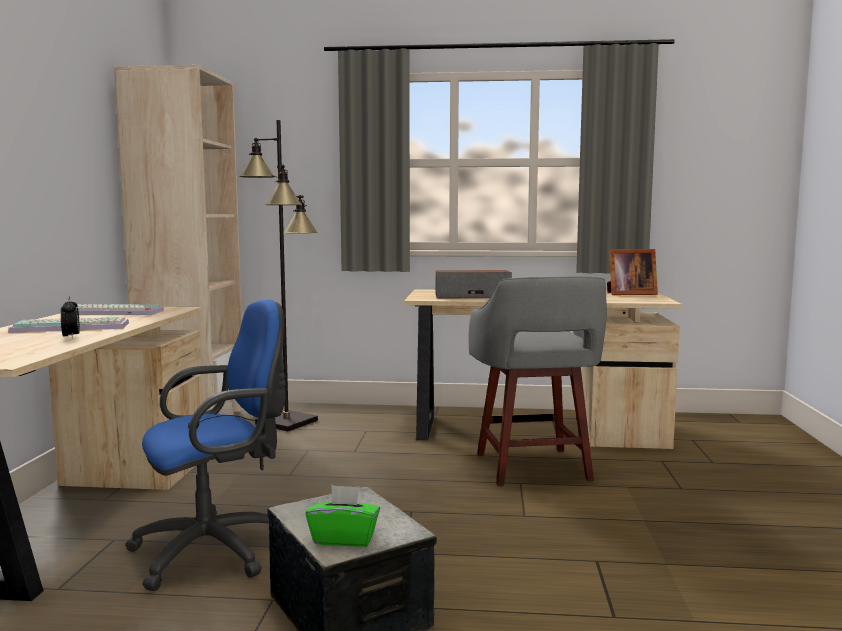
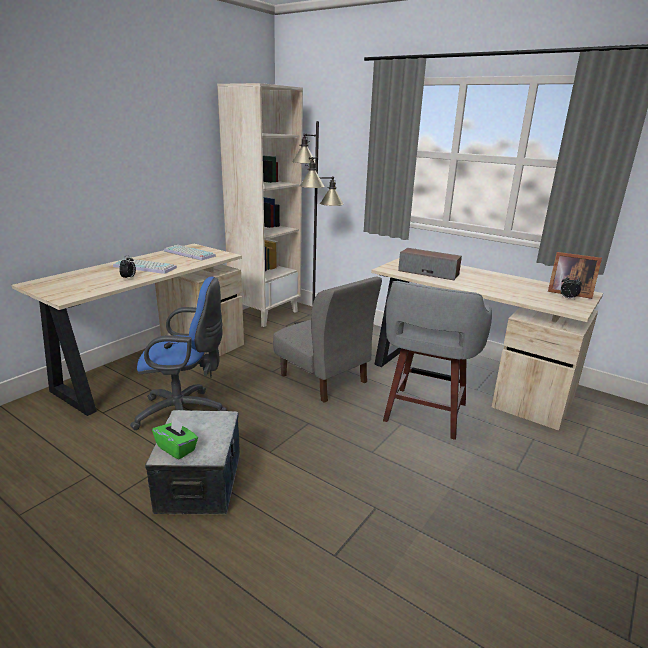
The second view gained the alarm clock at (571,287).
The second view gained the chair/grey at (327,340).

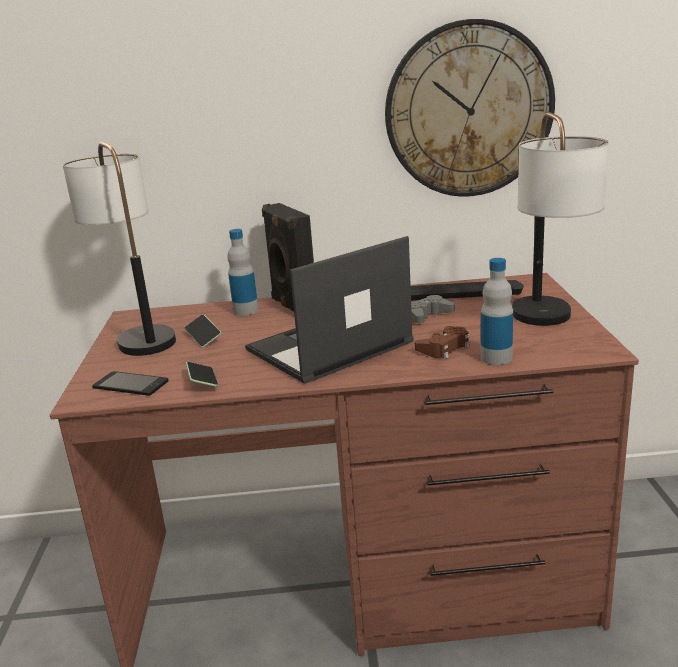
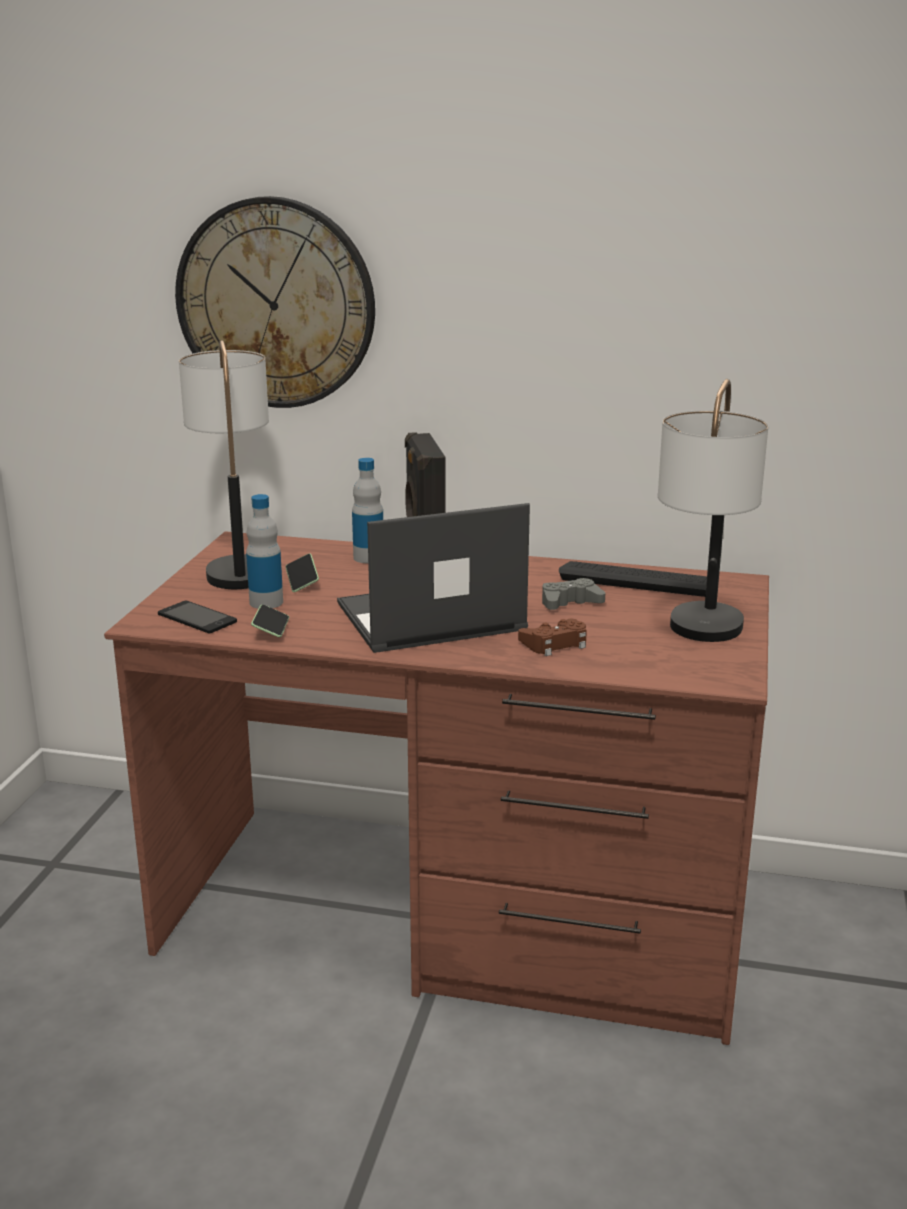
The wall clock ended up elsewhere, having gone from (470,108) to (275,302).
The bottle ended up elsewhere, having gone from (497,311) to (264,551).

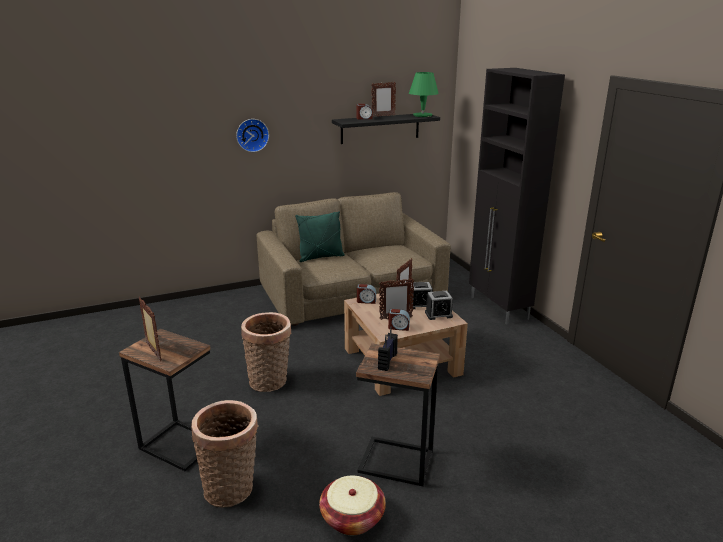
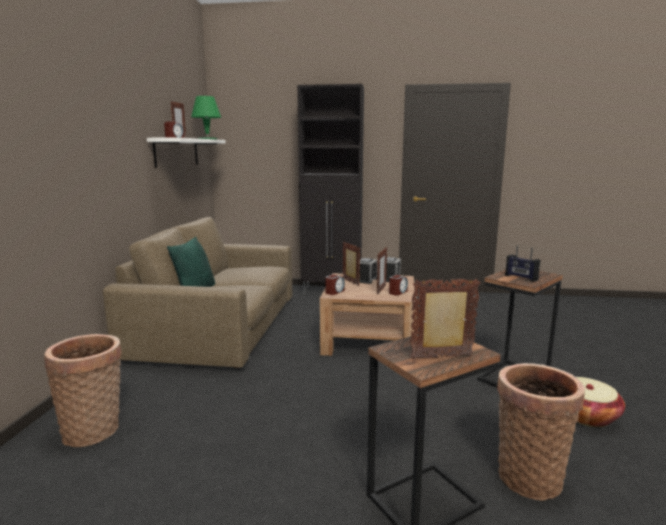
What was the shelf/black at (386,129) turned into the shelf/white at (186,153).
The second view lost the wall clock at (252,135).
The basket ended up elsewhere, having gone from (266,352) to (83,390).

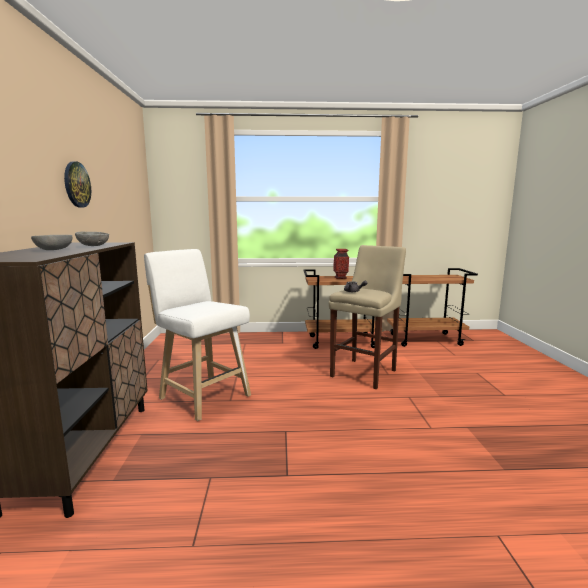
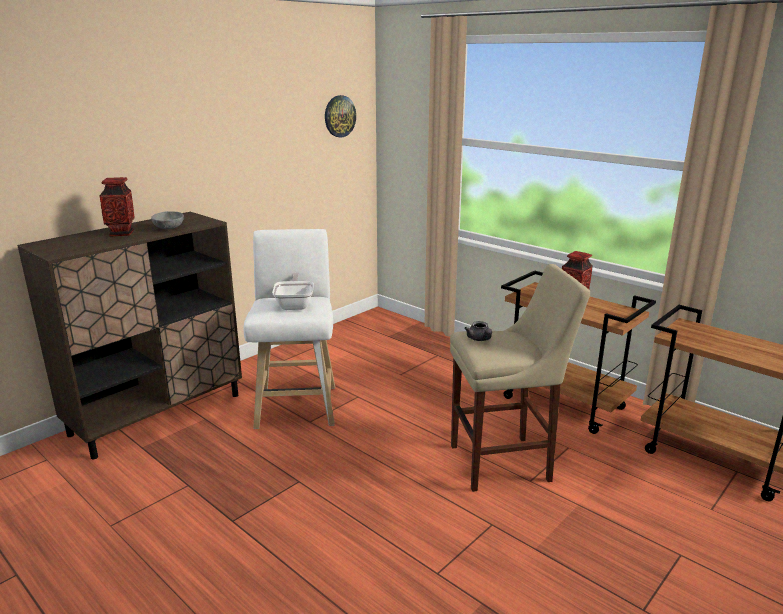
The wall clock ended up elsewhere, having gone from (77,184) to (340,116).
Where the bowl/grey stood at (51,242), the vase came to stand at (117,206).
The second view gained the frying pan at (293,291).

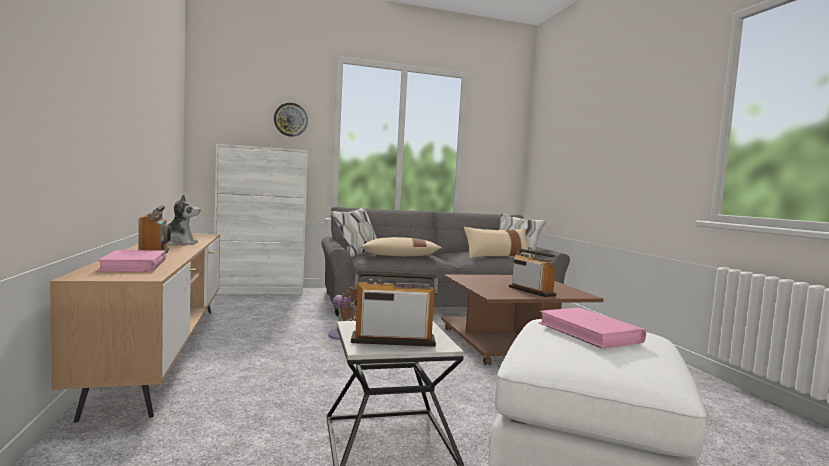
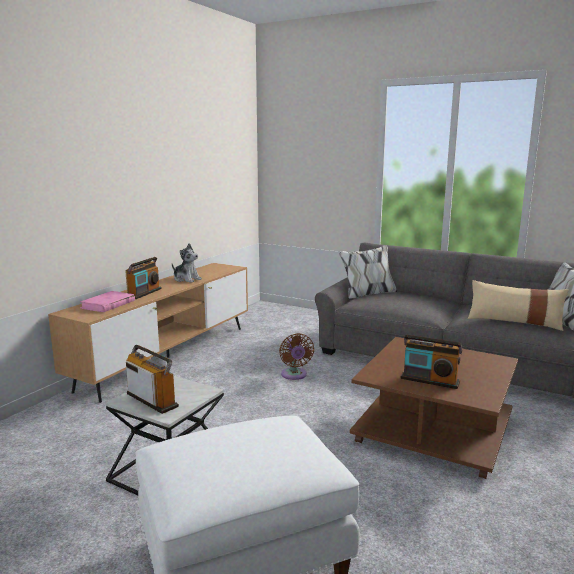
The second view lost the wall clock at (291,120).
The second view lost the cabinet/white at (261,218).
The second view lost the pillow/beige at (401,246).
The radio at (533,273) ended up facing another way, 105 degrees clockwise from before.
The second view lost the book/pink at (592,328).

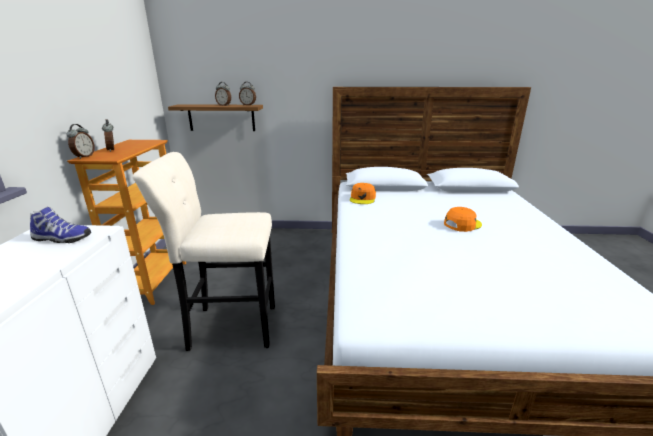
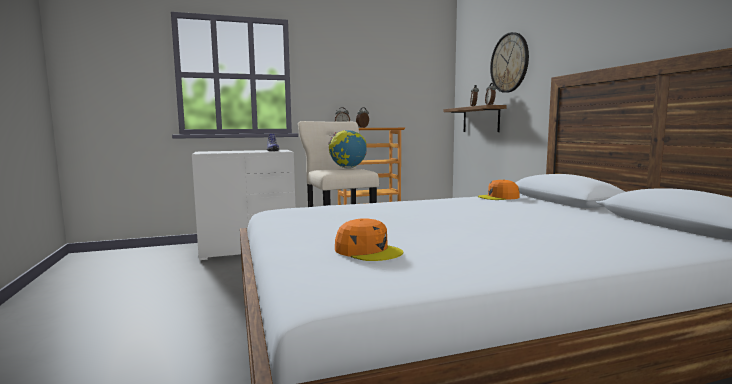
The cap/orange ended up elsewhere, having gone from (463,219) to (369,240).
The second view gained the wall clock at (509,62).
The second view gained the globe at (347,149).

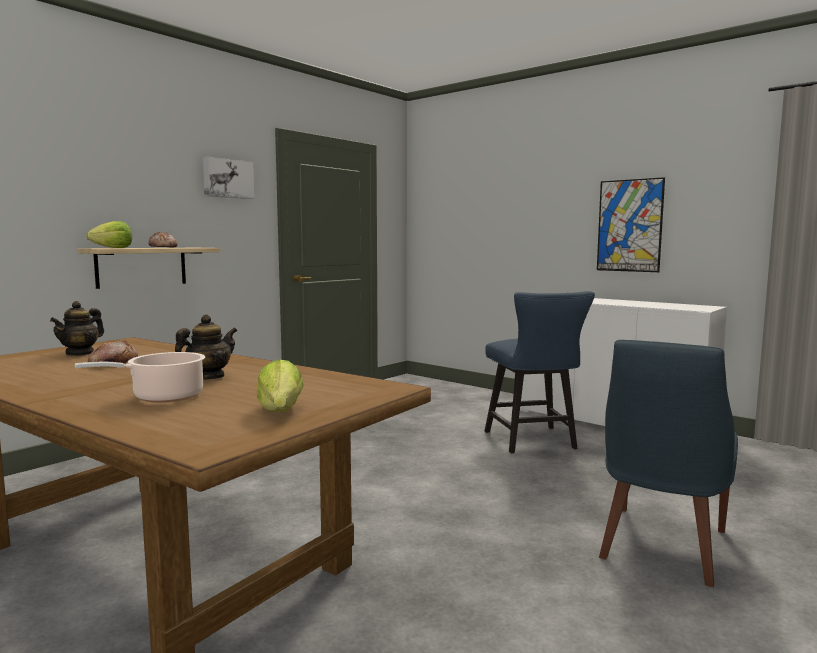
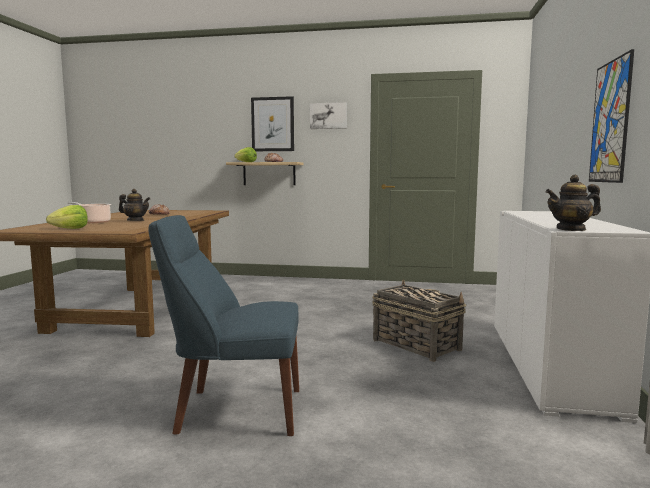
Where the chair/blue stood at (540,372), the basket came to stand at (419,320).
The teapot ended up elsewhere, having gone from (77,328) to (573,203).
The second view gained the picture at (272,123).

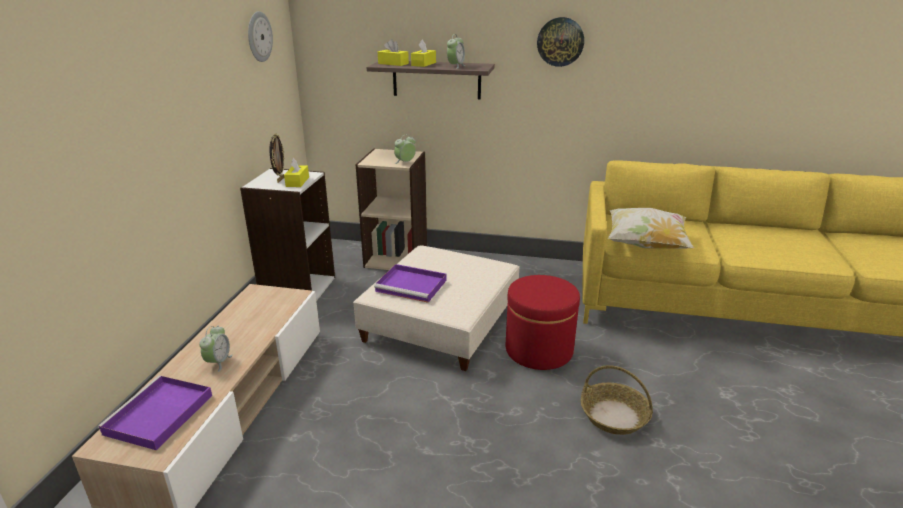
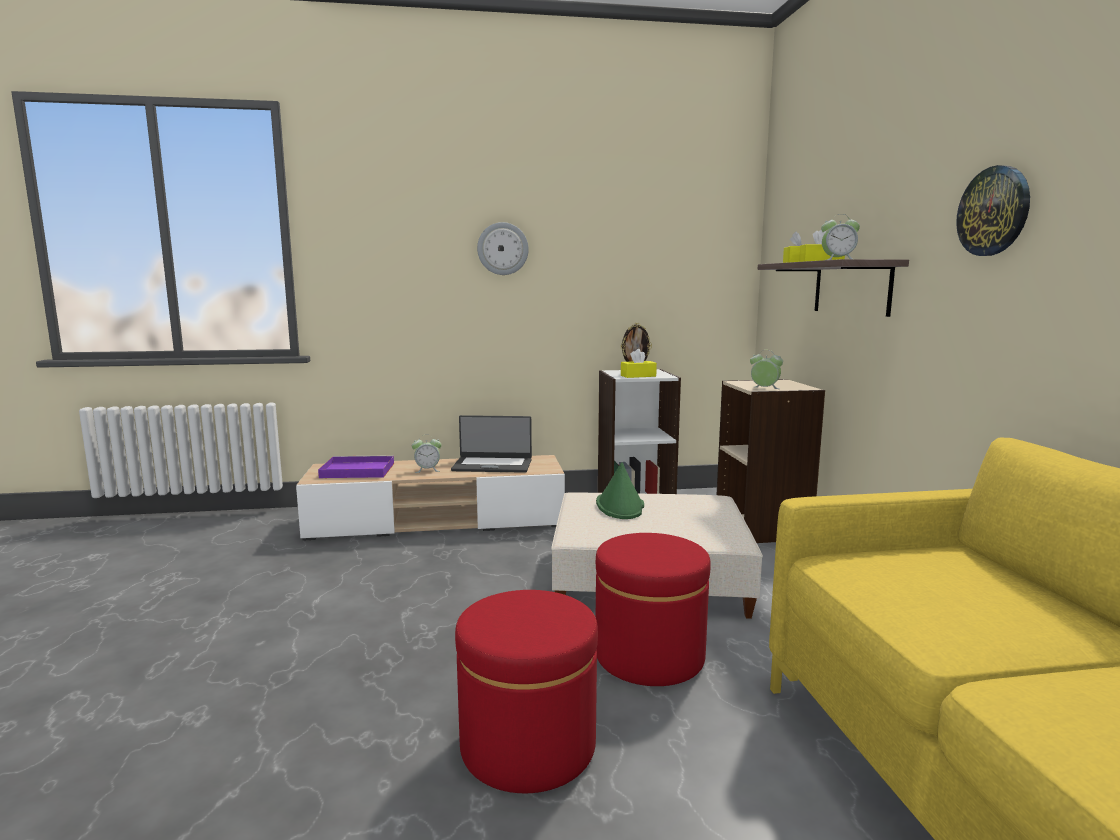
The wall clock ended up elsewhere, having gone from (260,36) to (503,248).
The second view lost the pillow at (651,228).
Where the tray/purple stood at (410,283), the hat/green came to stand at (620,490).
Where the basket stood at (617,400), the ottoman/red came to stand at (526,691).
The second view gained the laptop at (491,444).

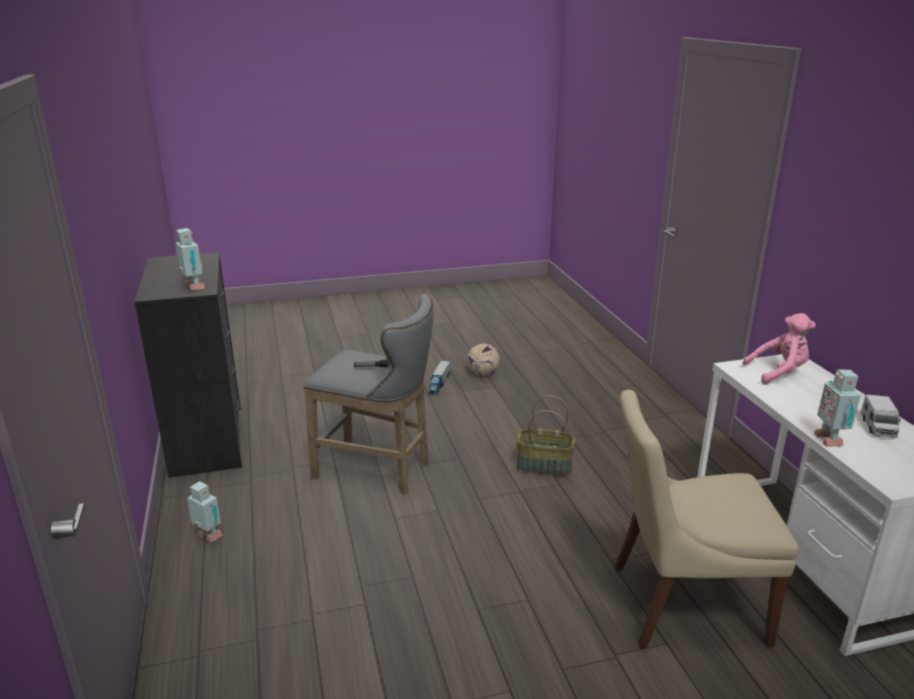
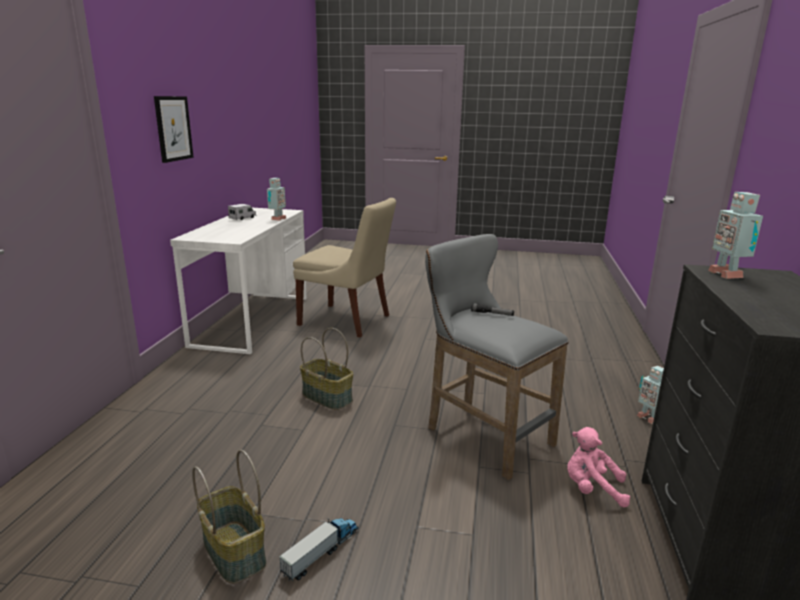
The plush toy/pink ended up elsewhere, having gone from (779,349) to (598,467).
Where the football stood at (483,359), the basket came to stand at (229,517).
The second view gained the picture at (174,129).

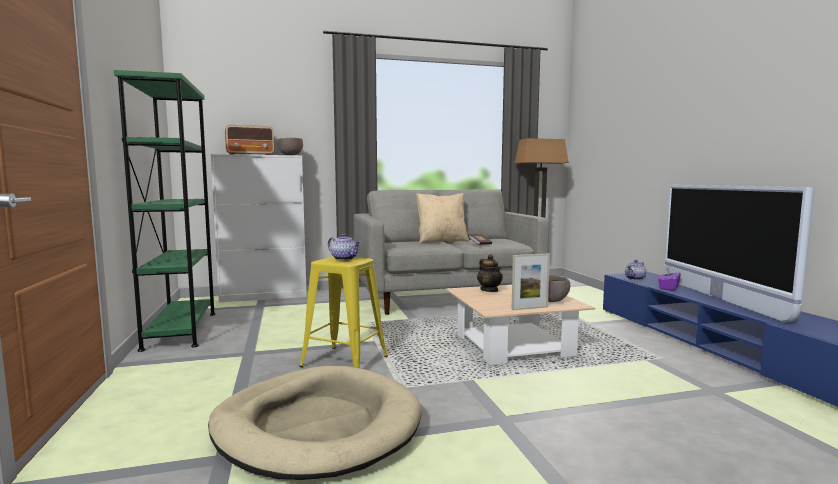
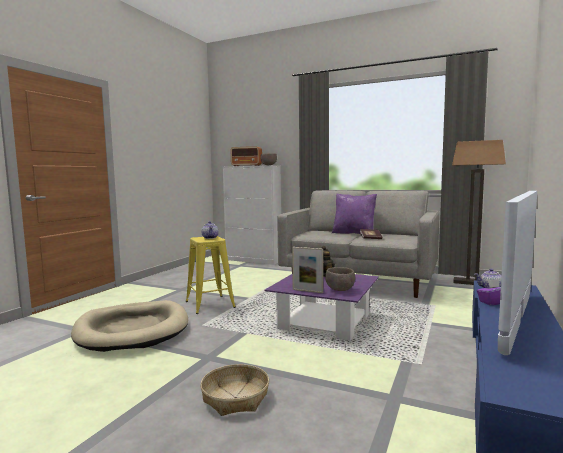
The second view lost the bookcase/green at (165,211).
What was the pillow/beige at (442,218) turned into the pillow/purple at (354,214).
What was the coffee table/beige at (520,325) turned into the coffee table/purple at (321,307).
The second view gained the basket at (234,390).

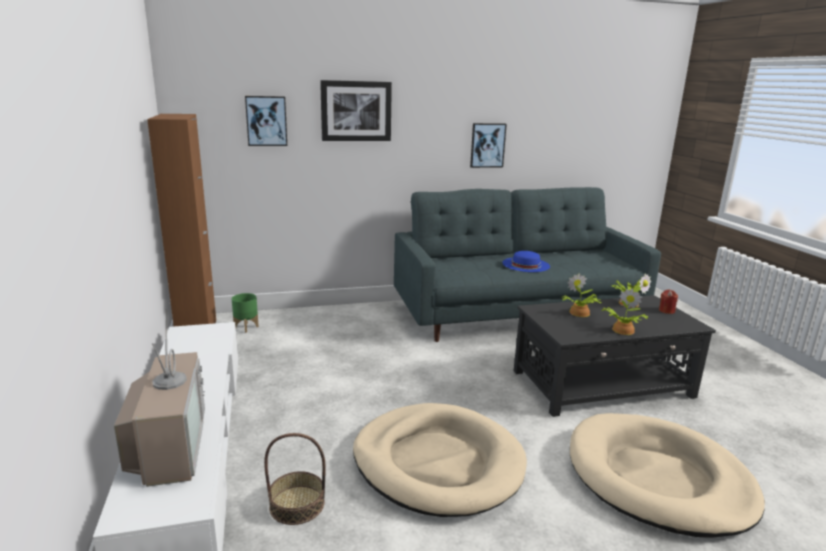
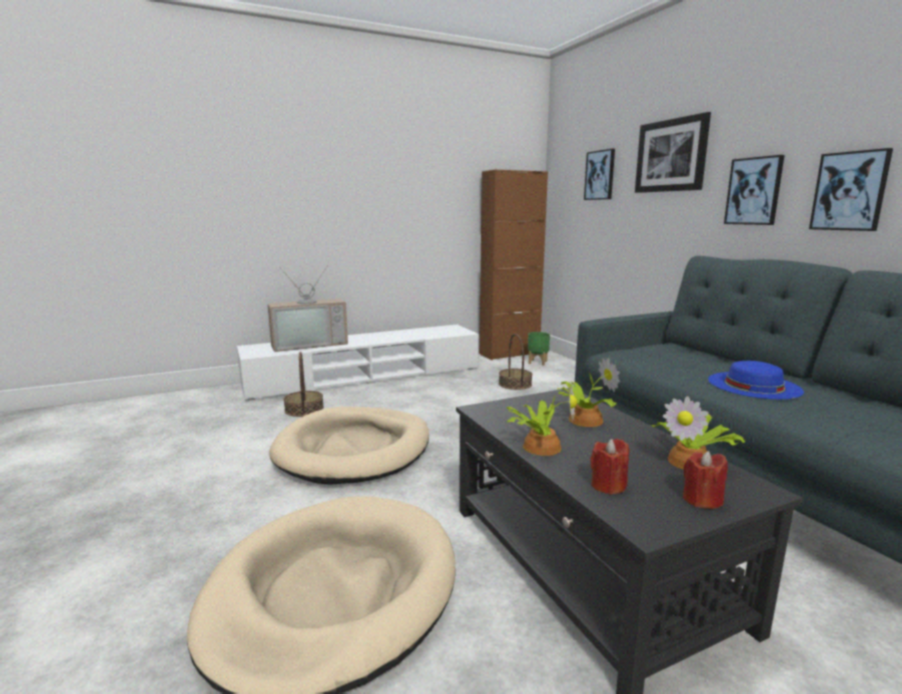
The second view gained the picture at (754,190).
The second view gained the basket at (515,362).
The second view gained the candle/red at (609,467).

